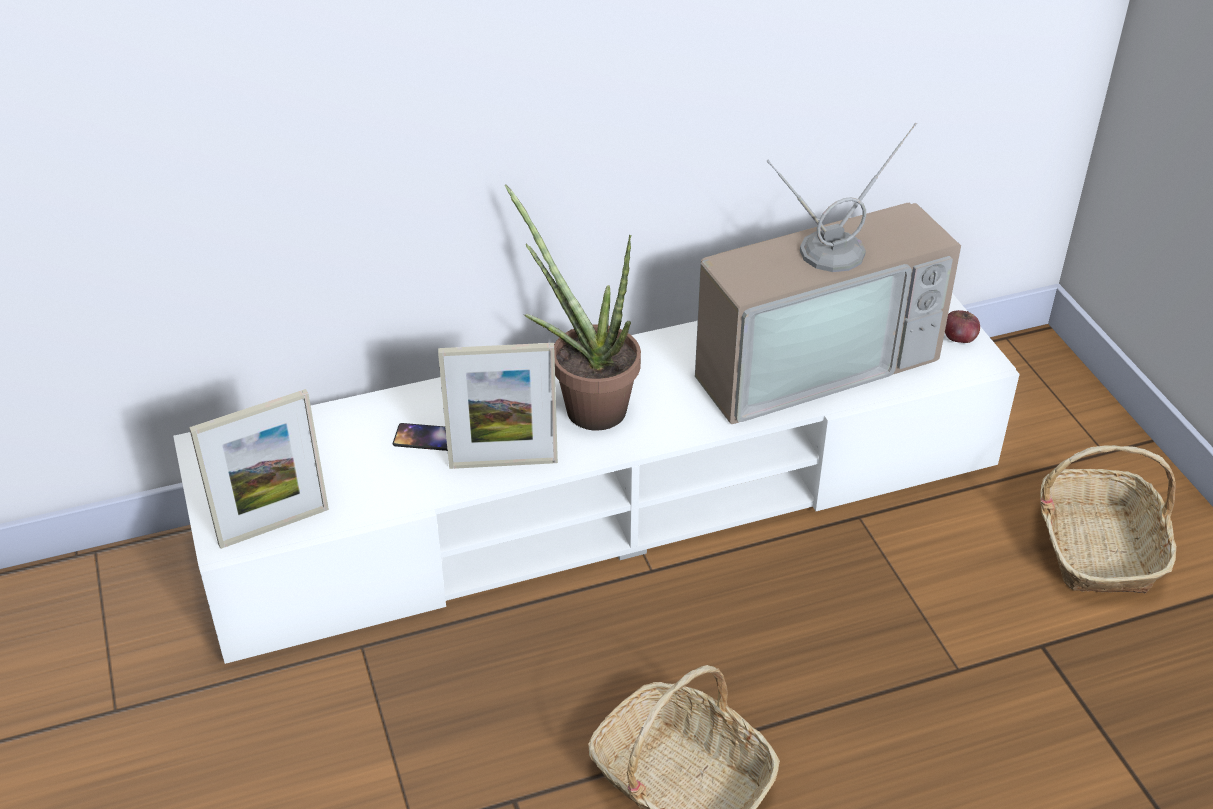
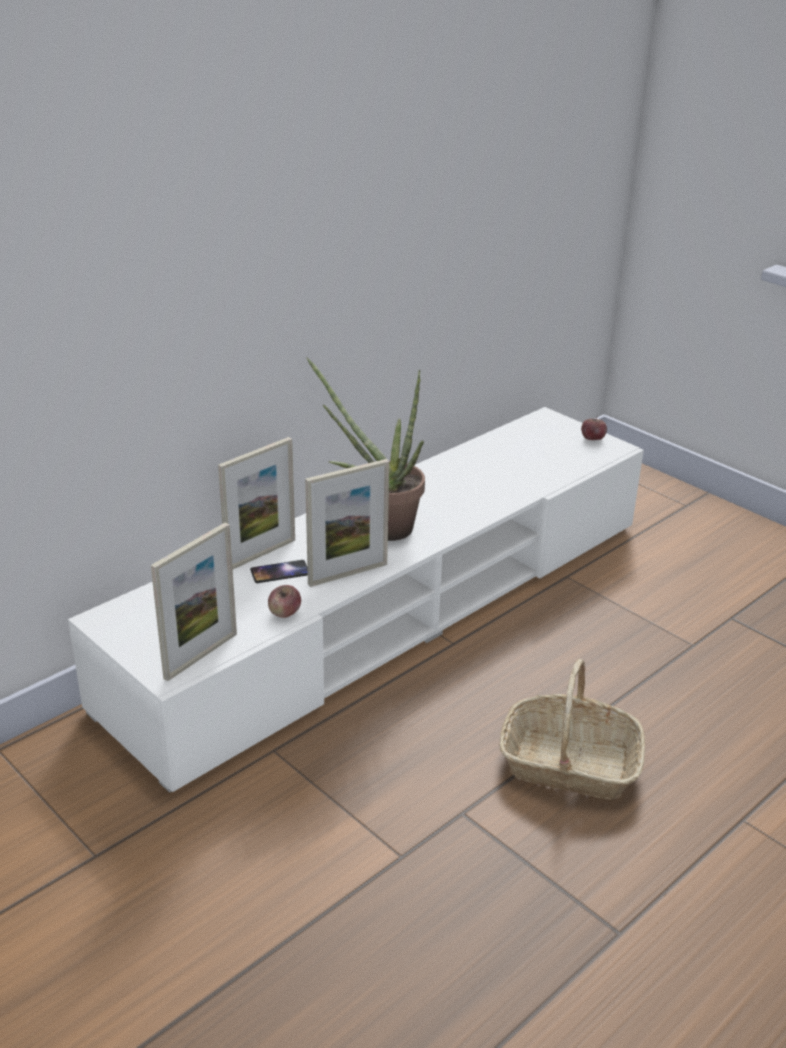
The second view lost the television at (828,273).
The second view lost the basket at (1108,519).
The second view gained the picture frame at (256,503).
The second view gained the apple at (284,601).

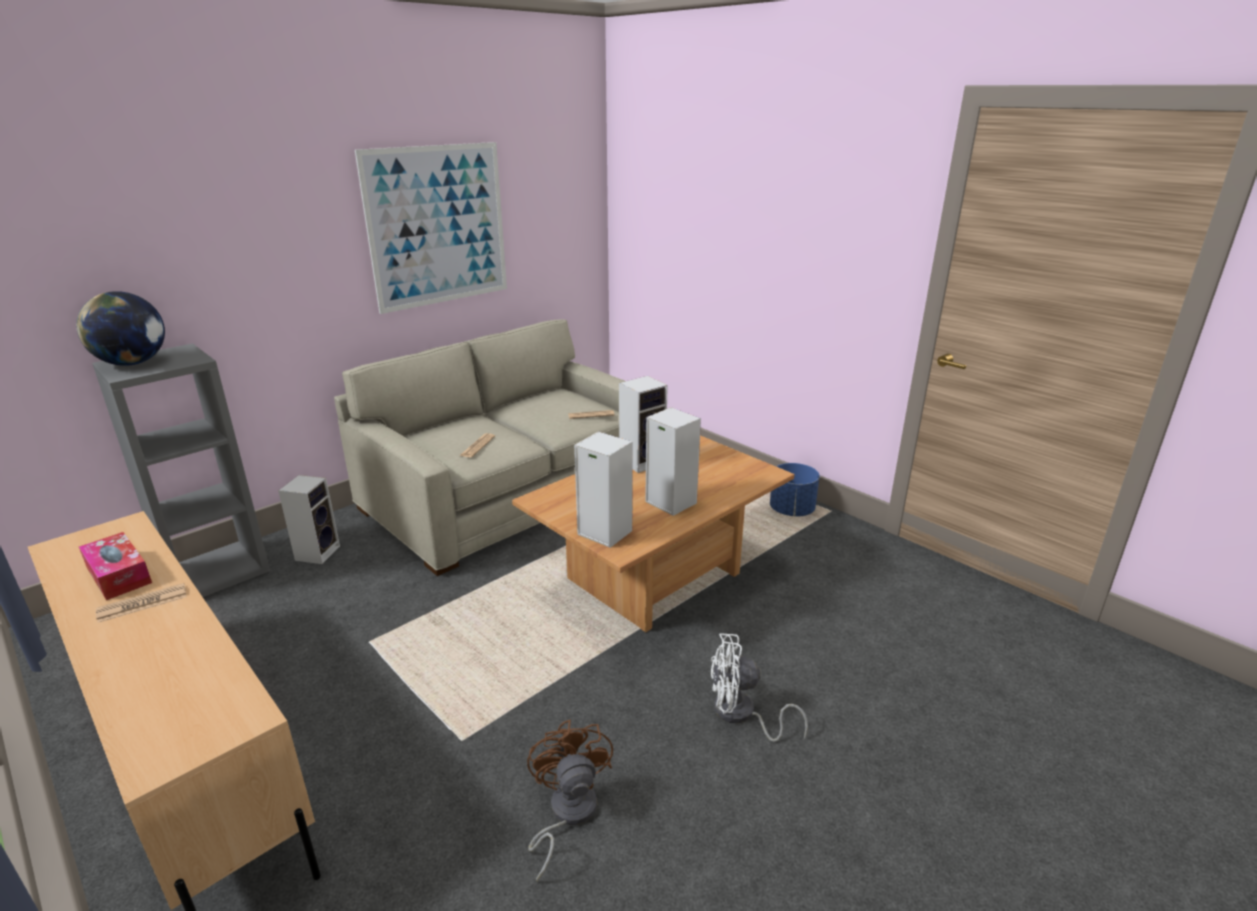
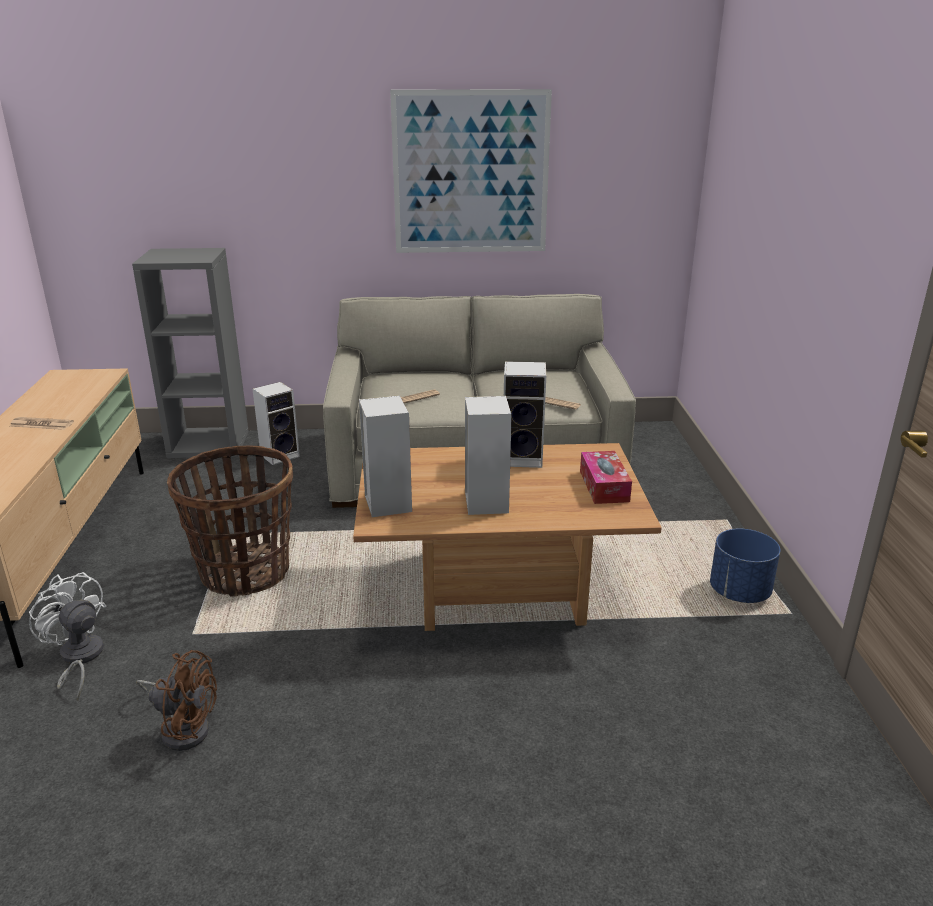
The second view lost the globe at (120,328).
The tissue box ended up elsewhere, having gone from (115,566) to (606,477).
The fan/white ended up elsewhere, having gone from (759,687) to (67,636).
The fan/brown at (570,801) ended up facing another way, 75 degrees clockwise from before.
The second view gained the basket at (230,521).

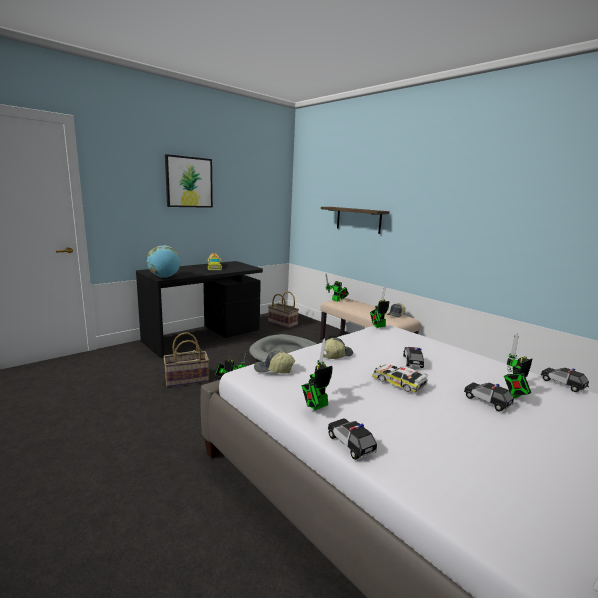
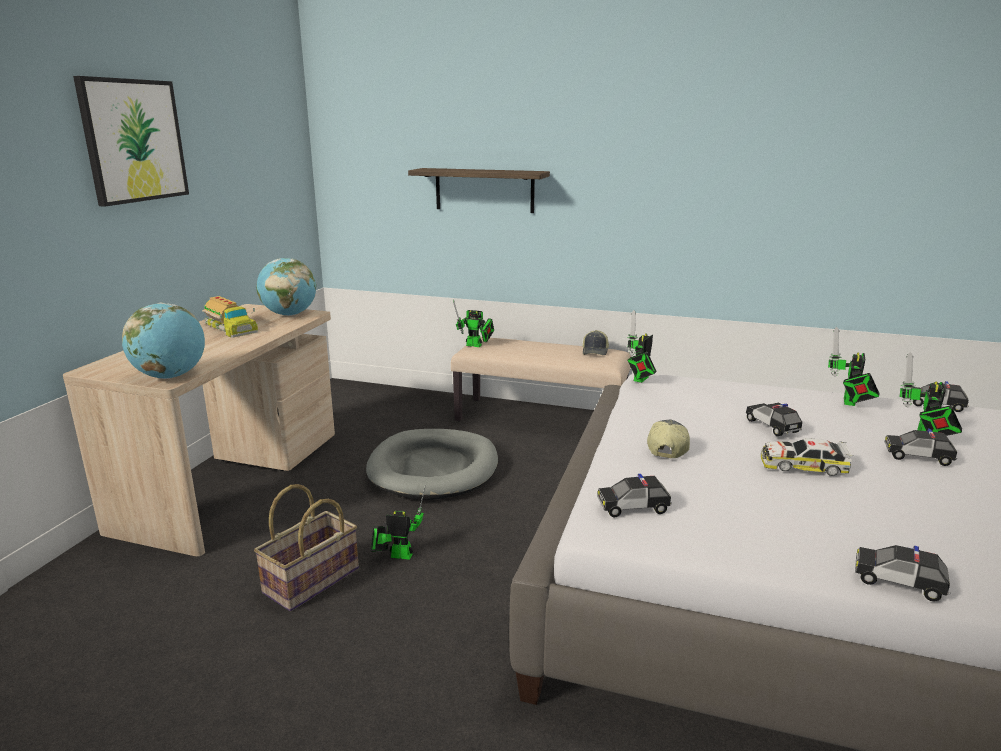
What was the desk/black at (199,309) turned into the desk/beige at (199,430).
The second view lost the basket at (283,309).
The toy robot ended up elsewhere, having gone from (317,374) to (854,366).
Where the cap stood at (274,361), the toy car came to stand at (634,495).
The second view gained the globe at (286,287).

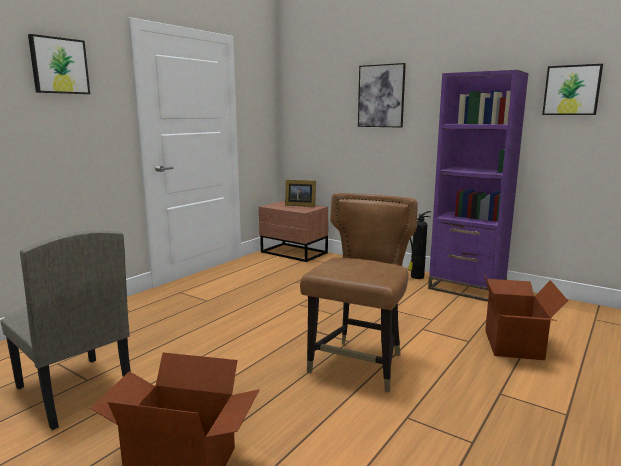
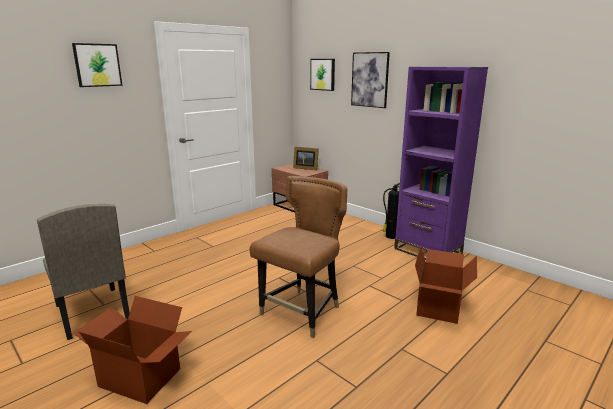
The picture ended up elsewhere, having gone from (572,89) to (322,75).

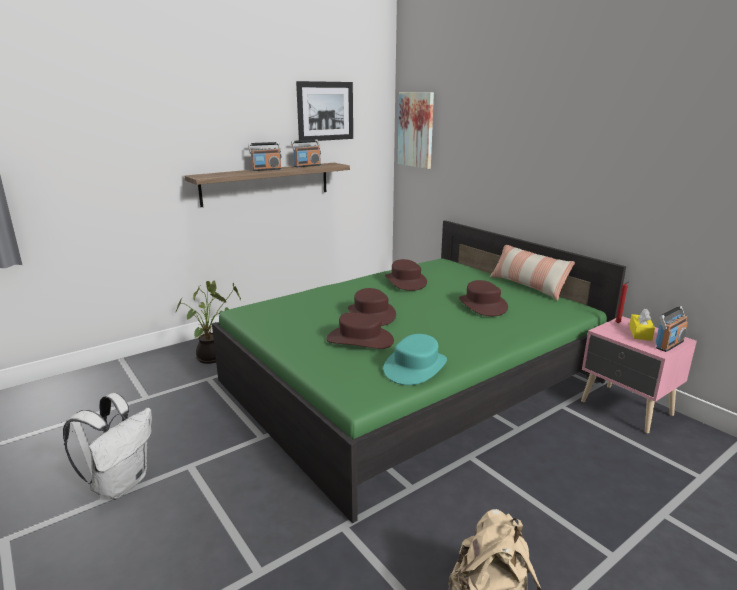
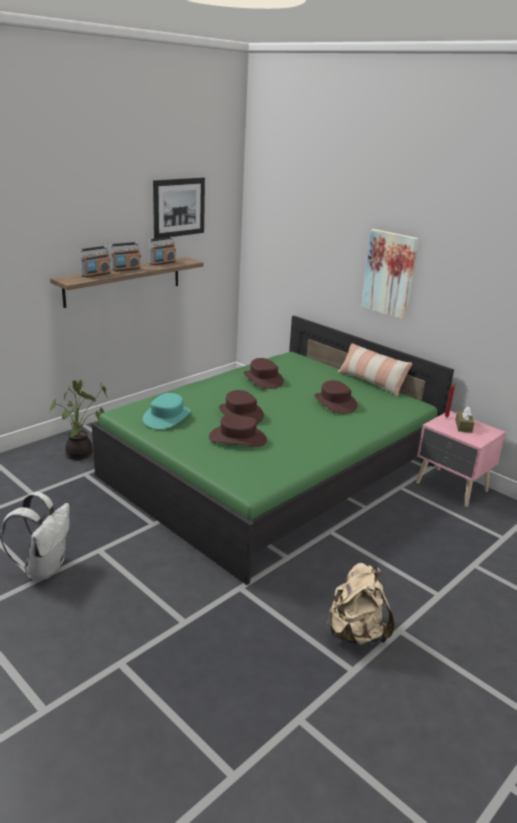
The picture ended up elsewhere, having gone from (416,130) to (390,274).
The radio ended up elsewhere, having gone from (672,329) to (94,262).
What was the tissue box/yellow at (642,325) turned into the tissue box/brown at (464,419).
The hat/turquoise ended up elsewhere, having gone from (415,359) to (167,411).

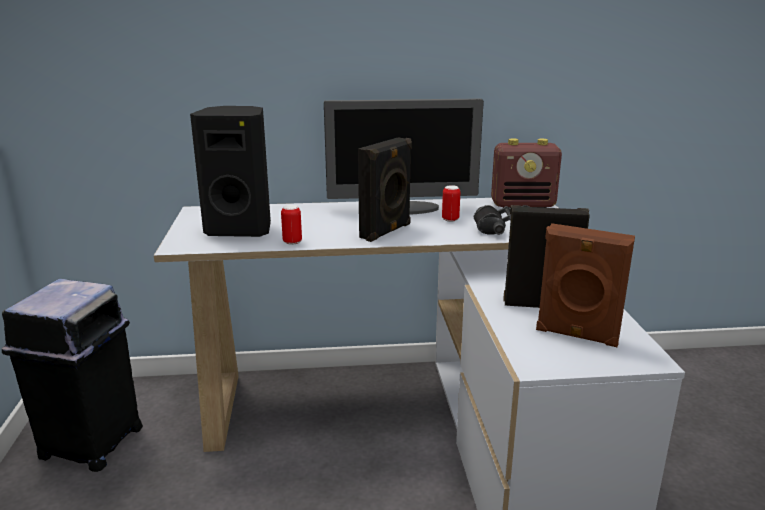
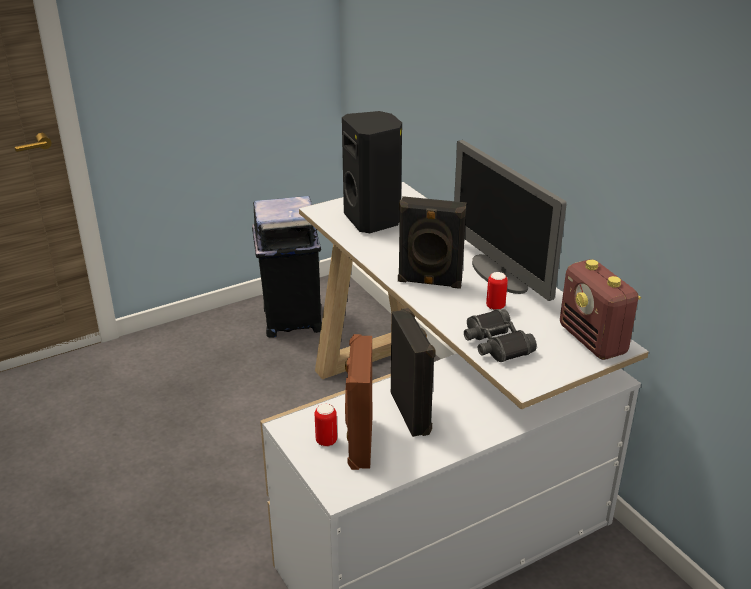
The can ended up elsewhere, having gone from (291,225) to (326,425).

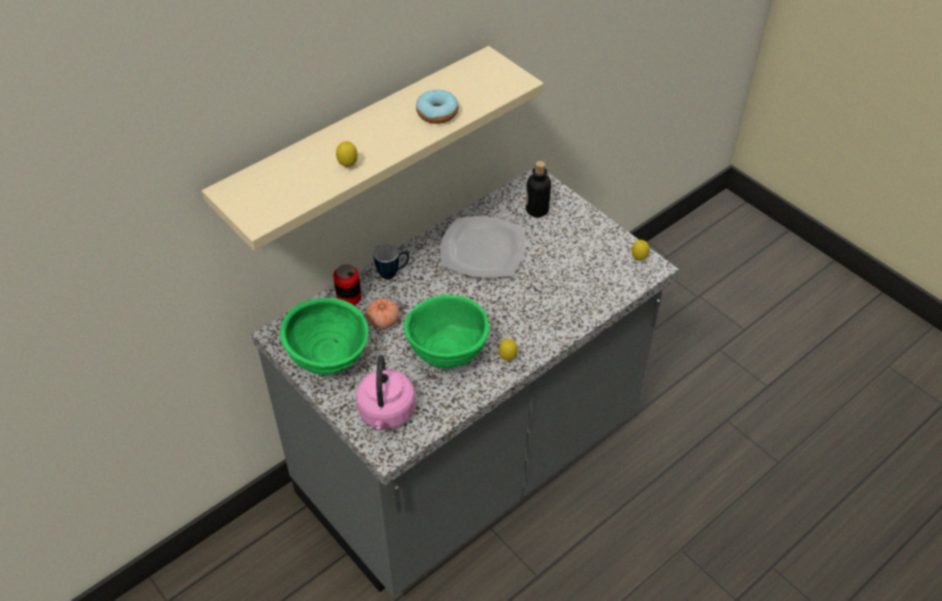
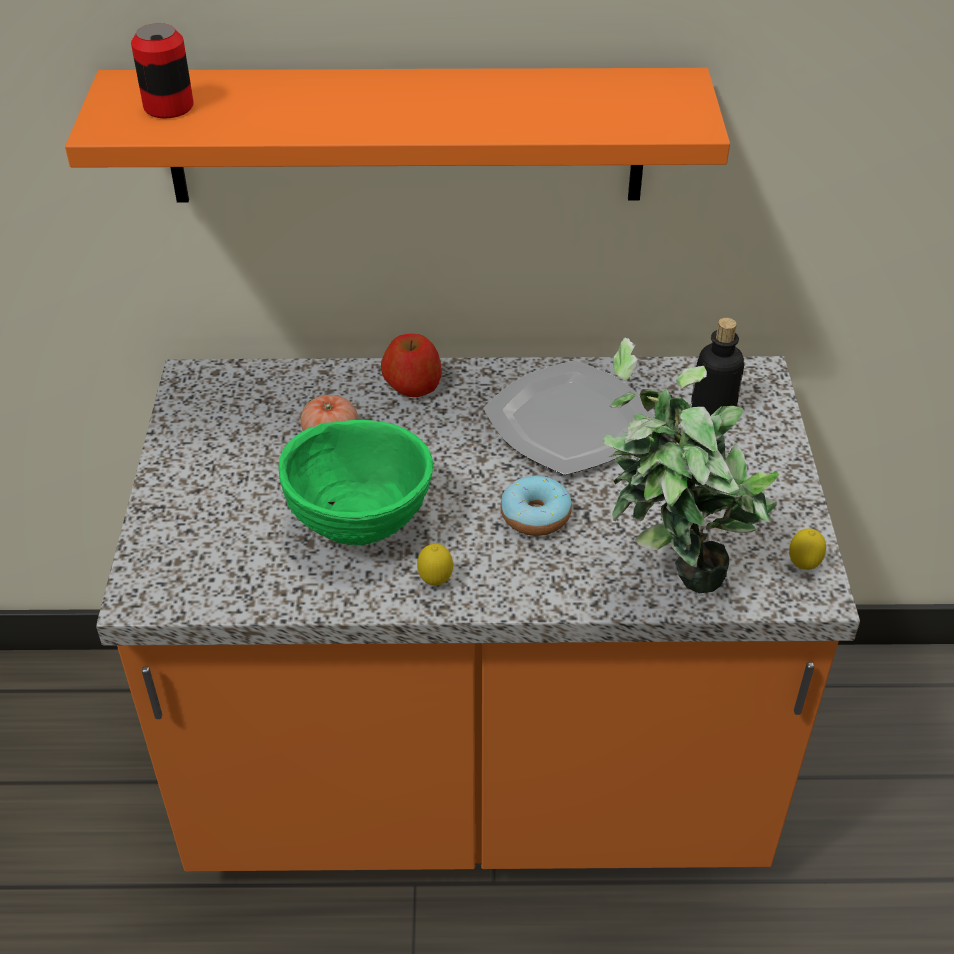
What was the shelf/beige at (373,148) turned into the shelf/orange at (397,135).
The donut ended up elsewhere, having gone from (437,107) to (536,506).
The second view lost the lemon at (347,154).
What was the counter/grey at (465,382) turned into the counter/orange at (478,613).
Where the mug stood at (391,261), the apple came to stand at (411,365).
The can ended up elsewhere, having gone from (347,284) to (162,70).
The second view lost the bowl/green at (324,336).
The second view lost the kettle/pink at (386,392).
The second view gained the potted plant at (690,465).

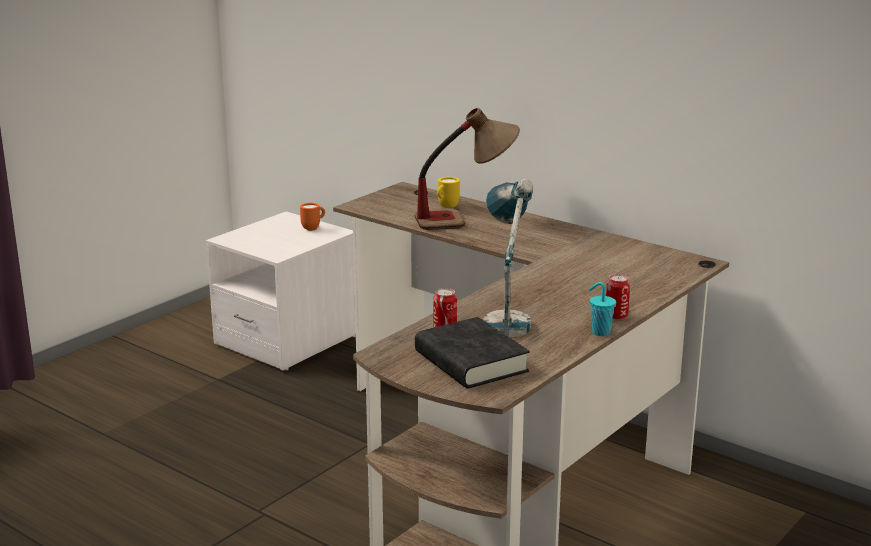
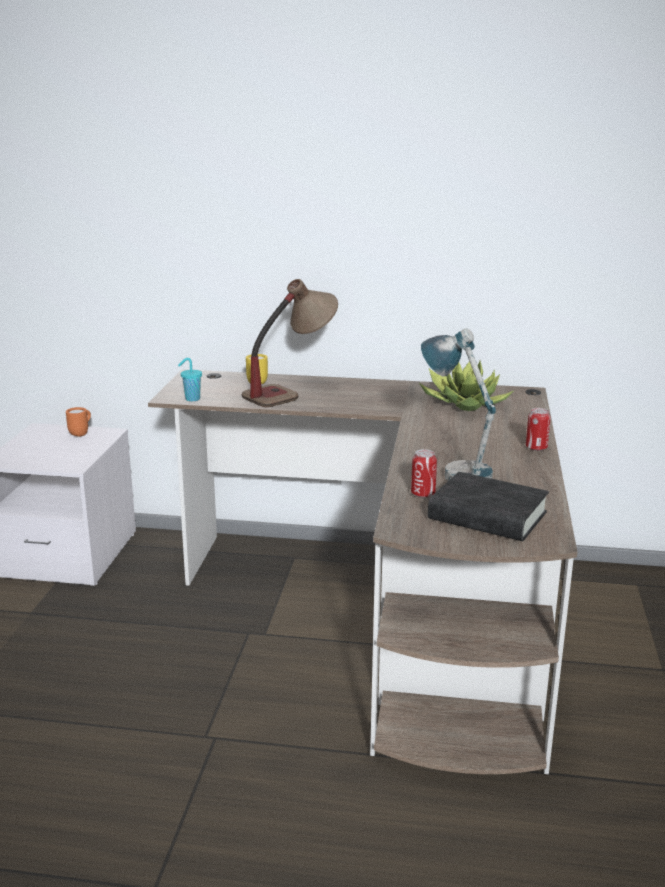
The cup/turquoise ended up elsewhere, having gone from (602,309) to (190,379).
The second view gained the potted plant at (466,386).

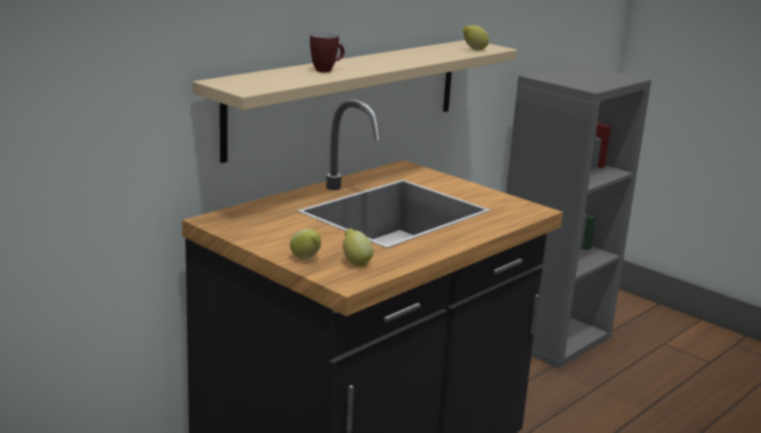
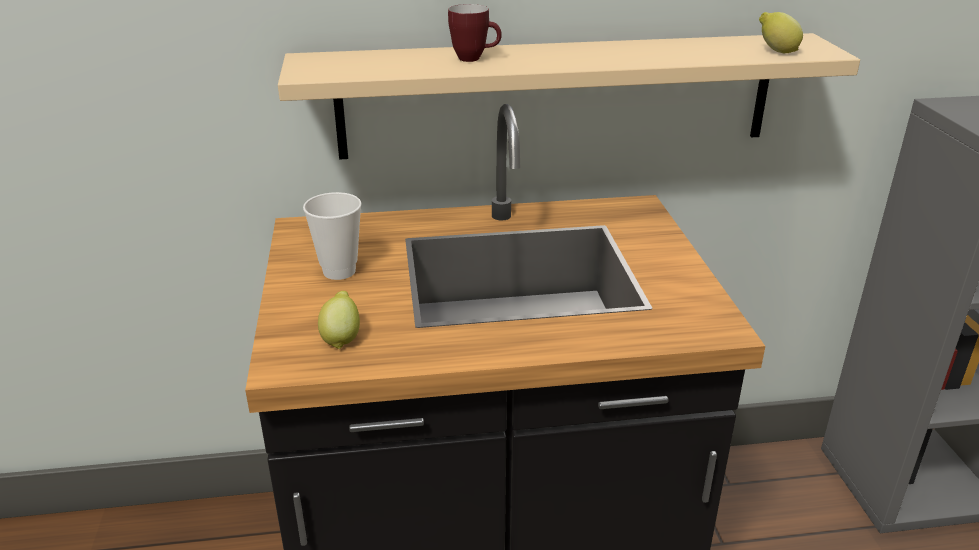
The second view lost the lemon at (305,244).
The second view gained the cup at (332,236).

